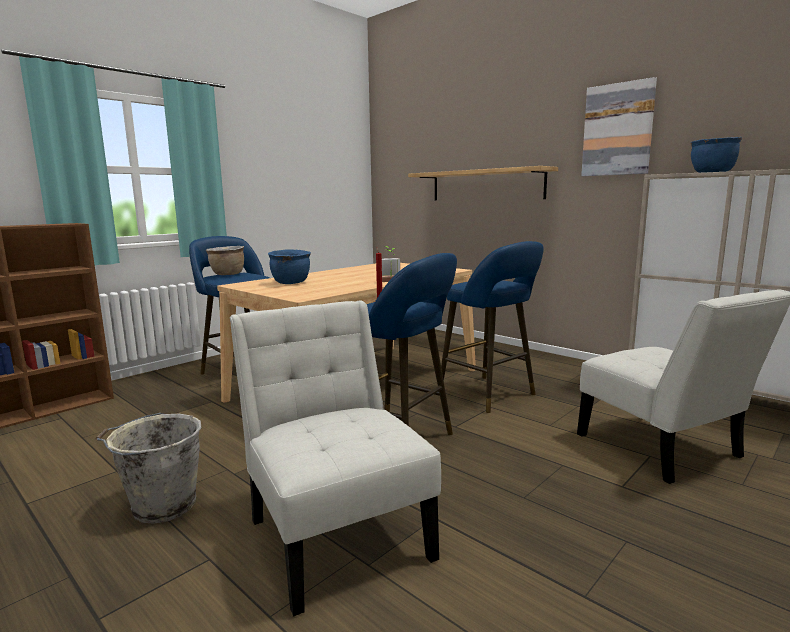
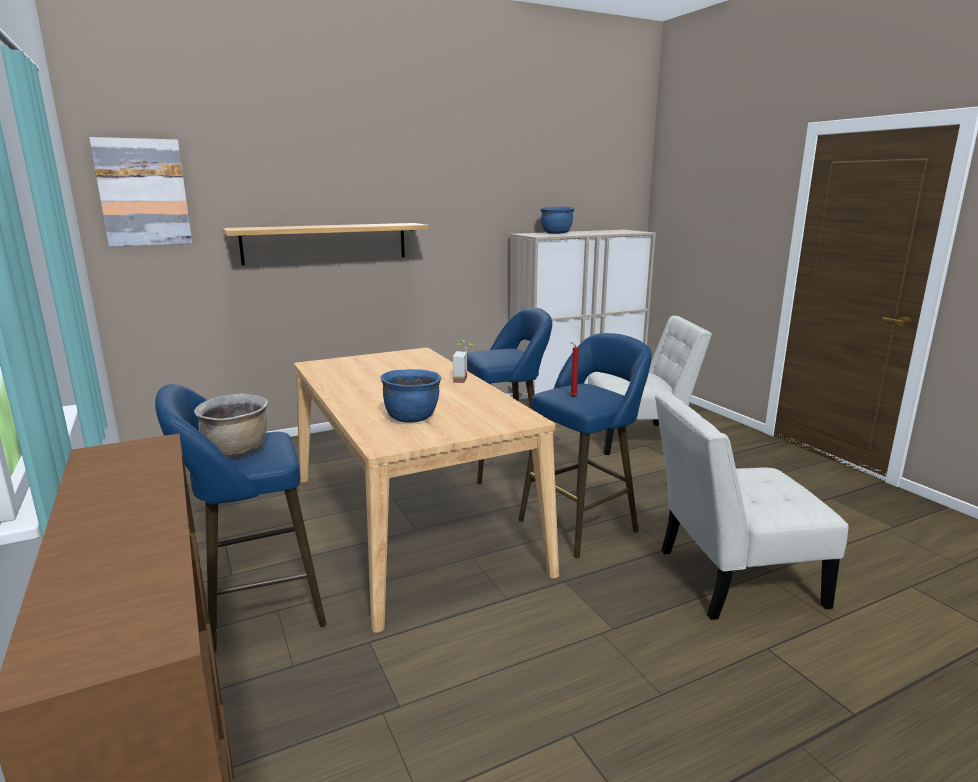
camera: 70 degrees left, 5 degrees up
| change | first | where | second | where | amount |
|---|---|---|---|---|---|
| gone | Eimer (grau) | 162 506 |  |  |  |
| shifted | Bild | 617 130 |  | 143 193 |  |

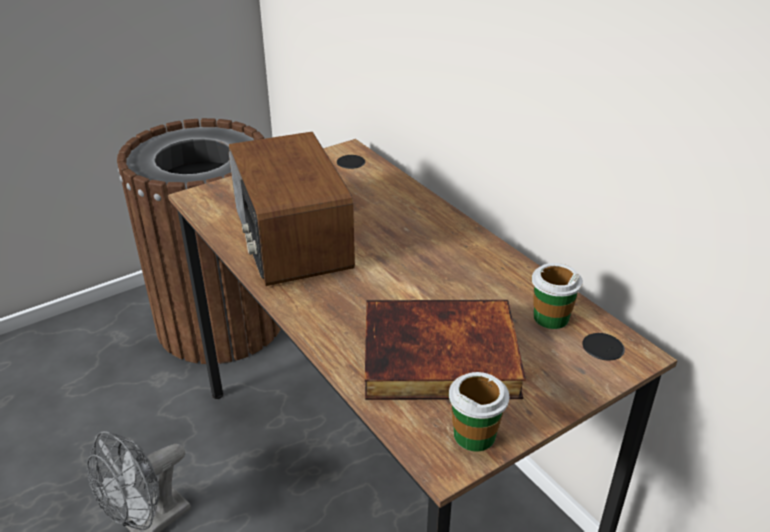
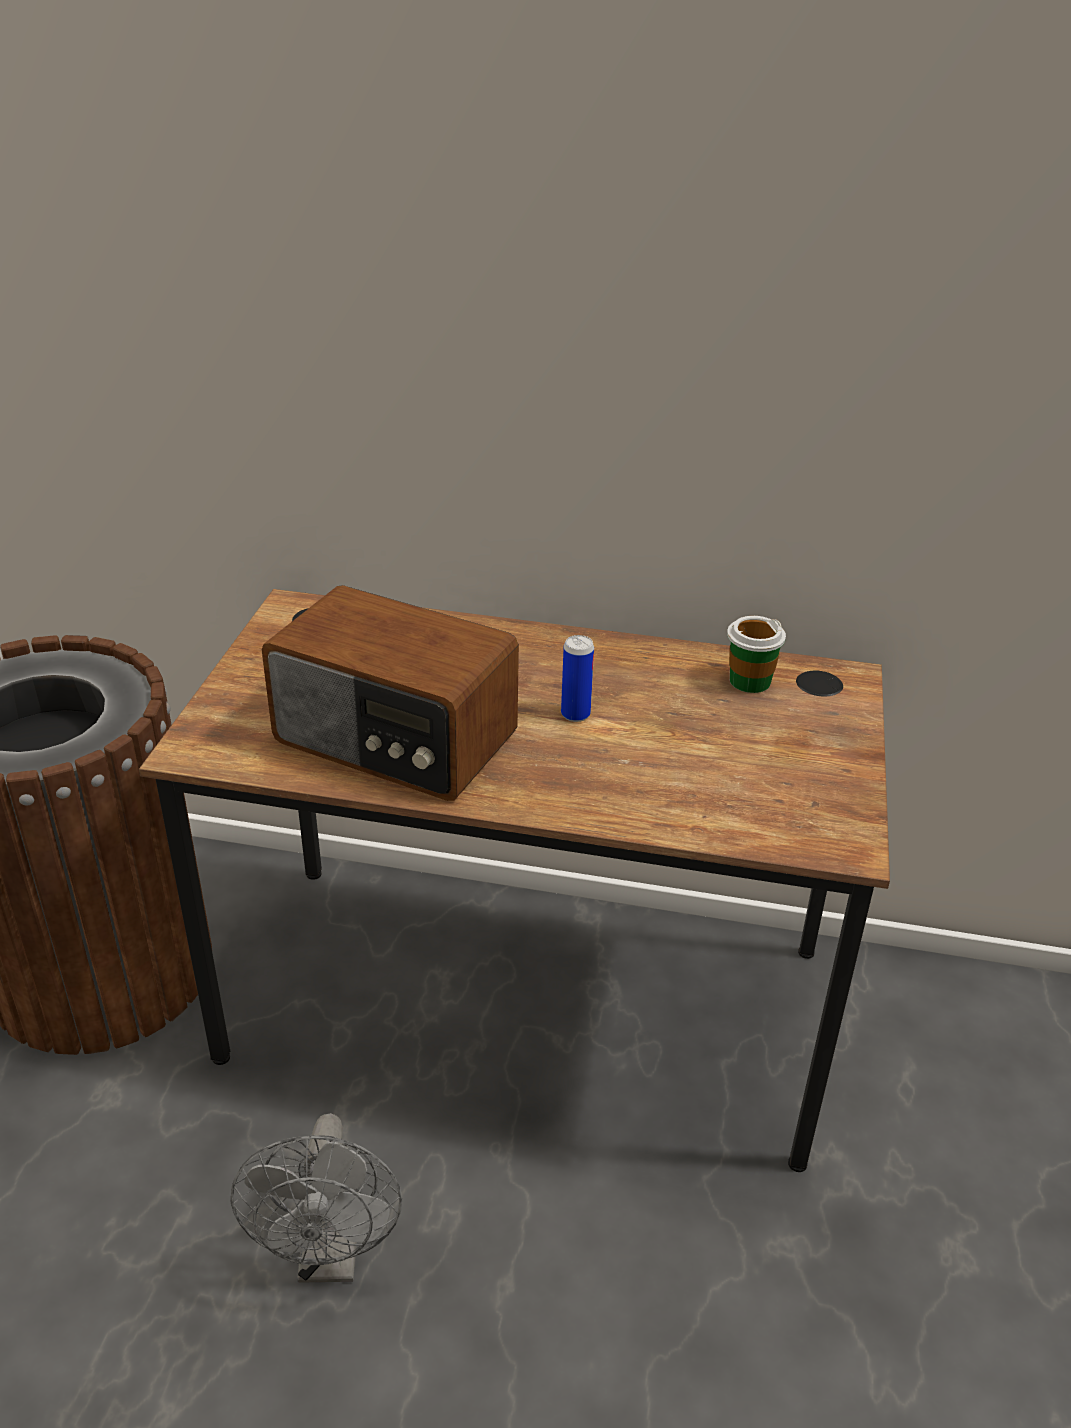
camera: 45 degrees left, 0 degrees up
| change | first | where | second | where | amount |
|---|---|---|---|---|---|
| gone | Buch | 439 358 |  |  |  |
| gone | Tasse | 474 435 |  |  |  |
| new |  |  | Dose | 575 714 |  |

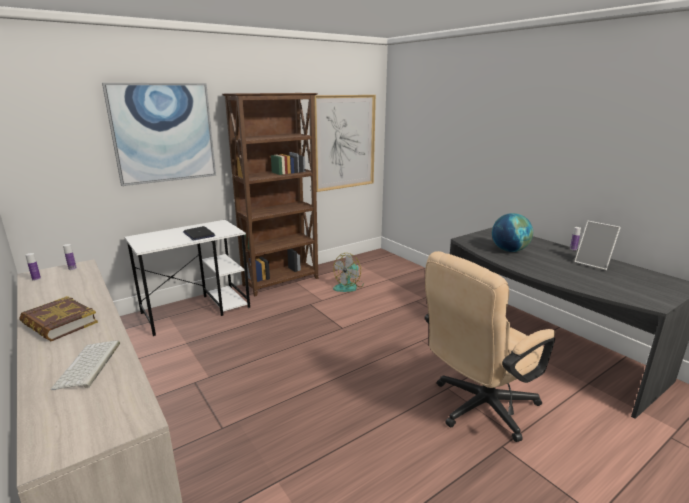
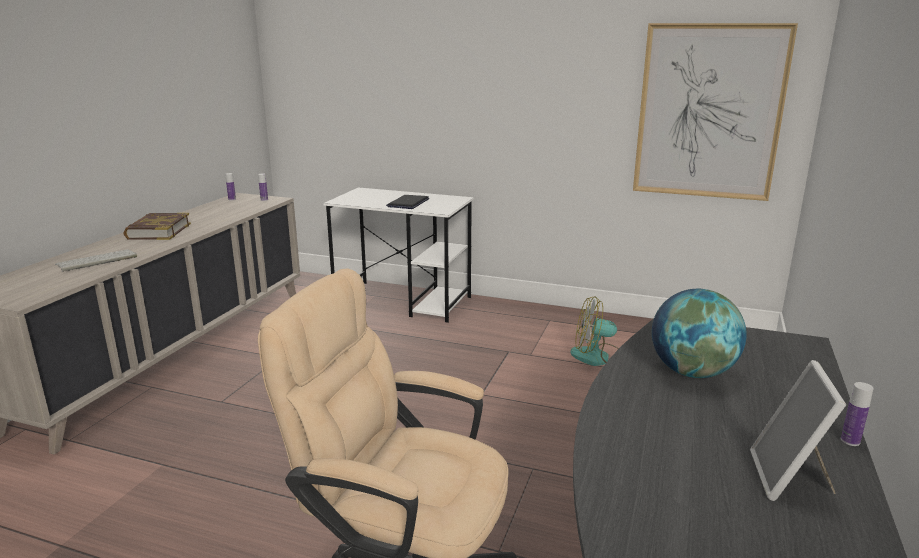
camera: 55 degrees right, 0 degrees up
| change | first | where | second | where | amount |
|---|---|---|---|---|---|
| gone | Bild | 163 133 |  |  |  |
| gone | Bücherregal (braun) | 282 282 |  |  |  |

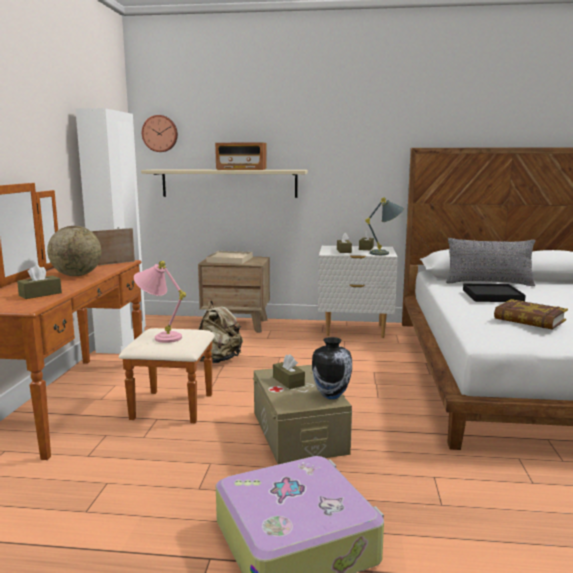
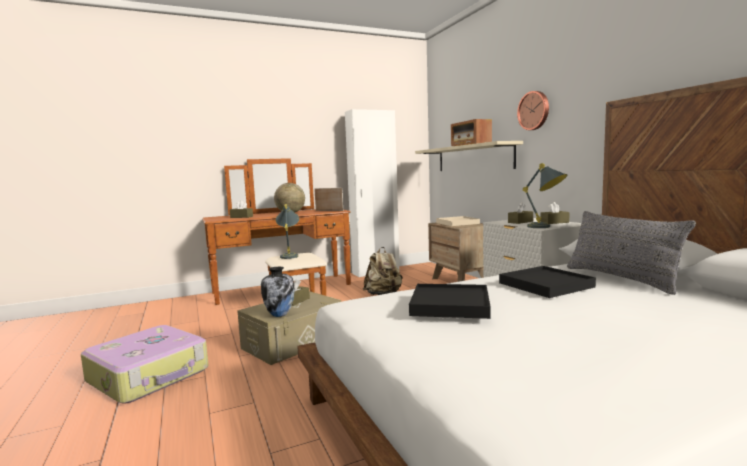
camera: 60 degrees right, 5 degrees down
| change | first | where | second | where | amount |
|---|---|---|---|---|---|
| repainted | Tischlampe (rosa) | 160 337 | Tischlampe (grau) | 289 255 |  |
| shifted | Wanduhr | 160 133 |  | 534 110 |  |
| swapped | Buch | 529 320 | Tablett (schwarz) | 450 305 |  |

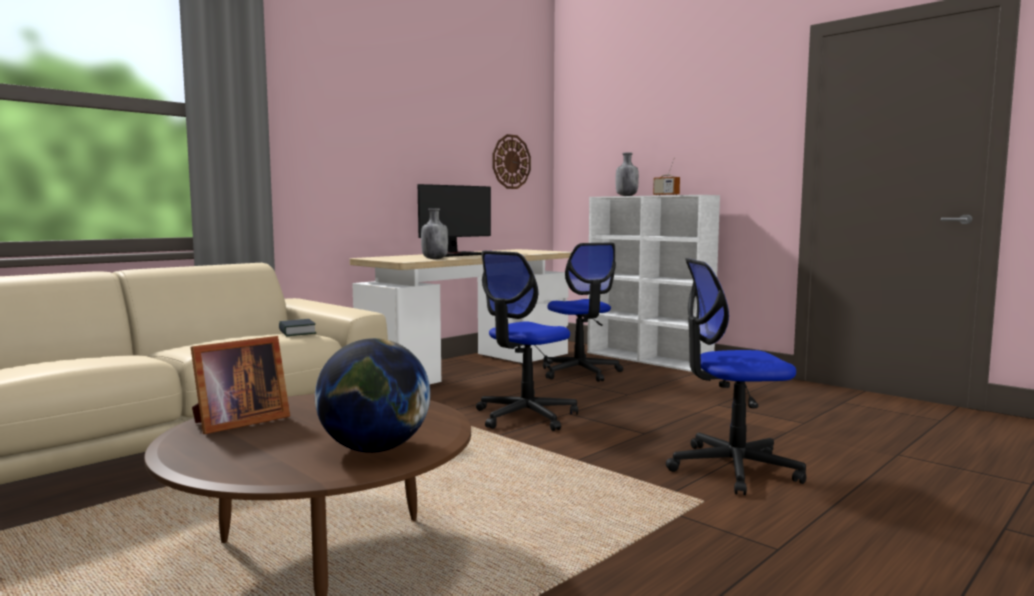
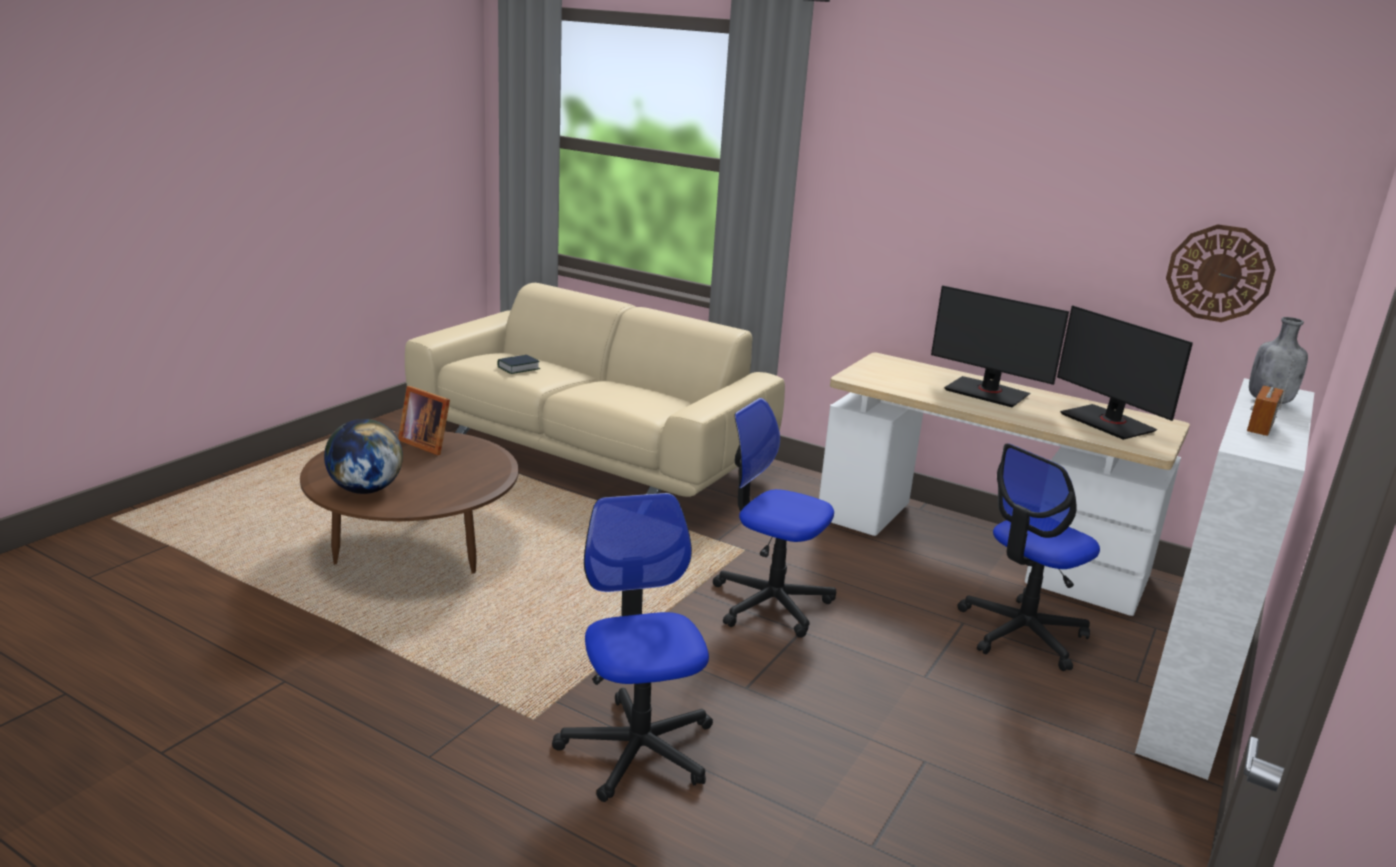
camera: 75 degrees right, 15 degrees up
| change | first | where | second | where | amount |
|---|---|---|---|---|---|
| shifted | Buch | 297 332 |  | 518 368 |  |
| gone | Flasche (grau) | 434 259 |  |  |  |
| new |  |  | Monitor | 1108 422 |  |

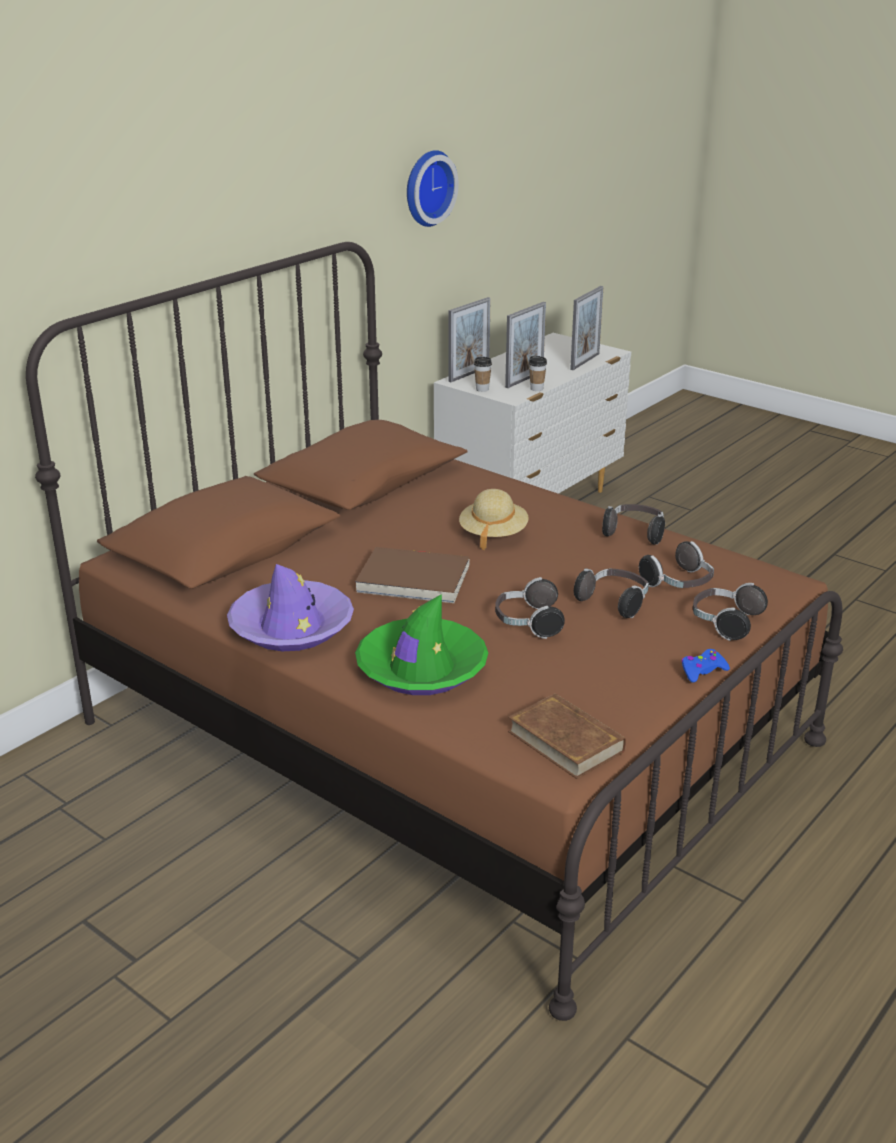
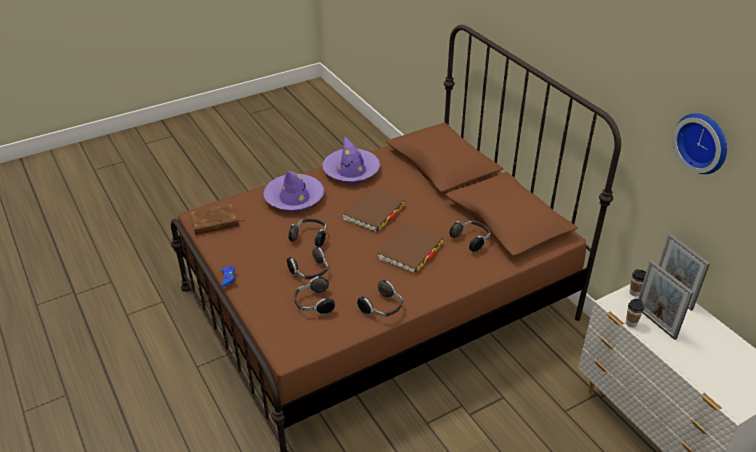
camera: 110 degrees right, 10 degrees up
| change | first | where | second | where | amount |
|---|---|---|---|---|---|
| repainted | Hut (grün) | 421 668 | Hut (lila) | 294 198 |  |
| swapped | Hut (beige) | 493 534 | Buch (braun) | 410 251 |  |
| gone | Bilderrahmen | 585 361 |  |  |  |
| shifted | Kopfhörer | 724 623 |  | 471 240 |  |

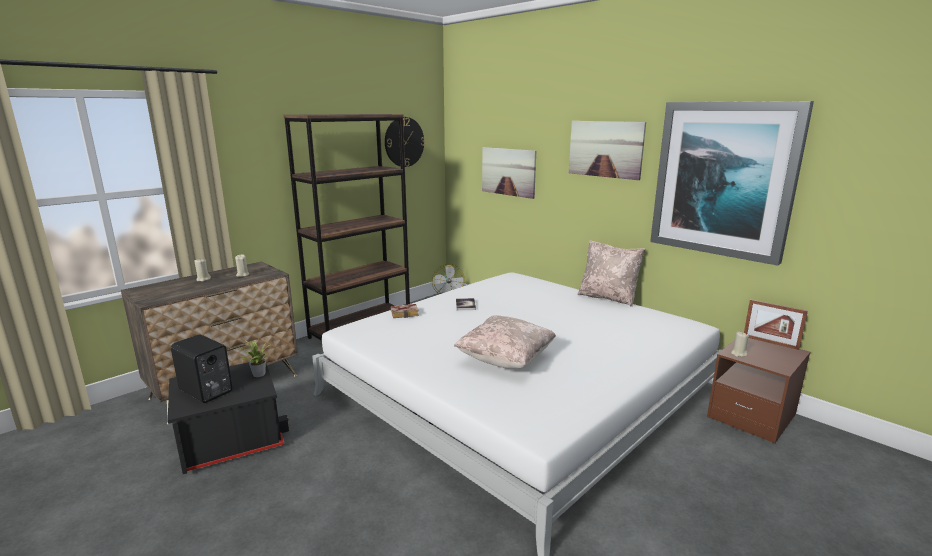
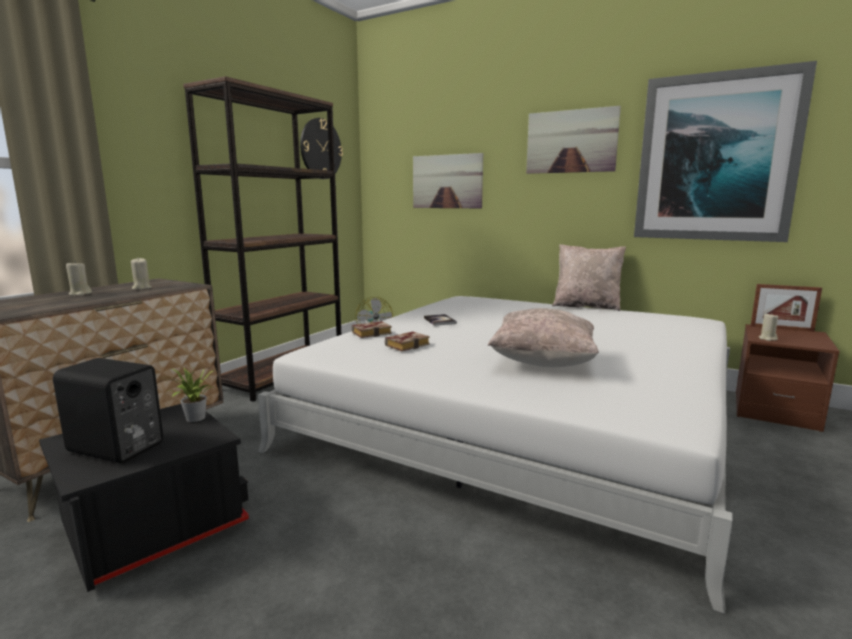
camera: 15 degrees left, 5 degrees down
| change | first | where | second | where | amount |
|---|---|---|---|---|---|
| new |  |  | Buch | 407 345 |  |

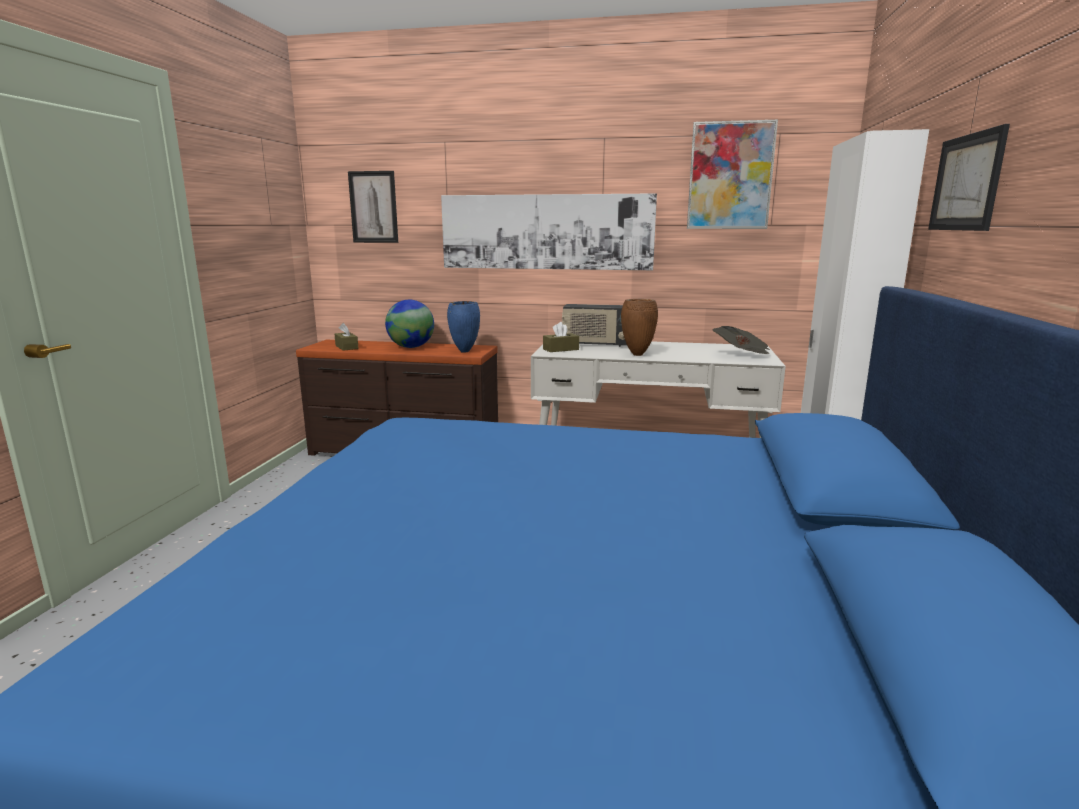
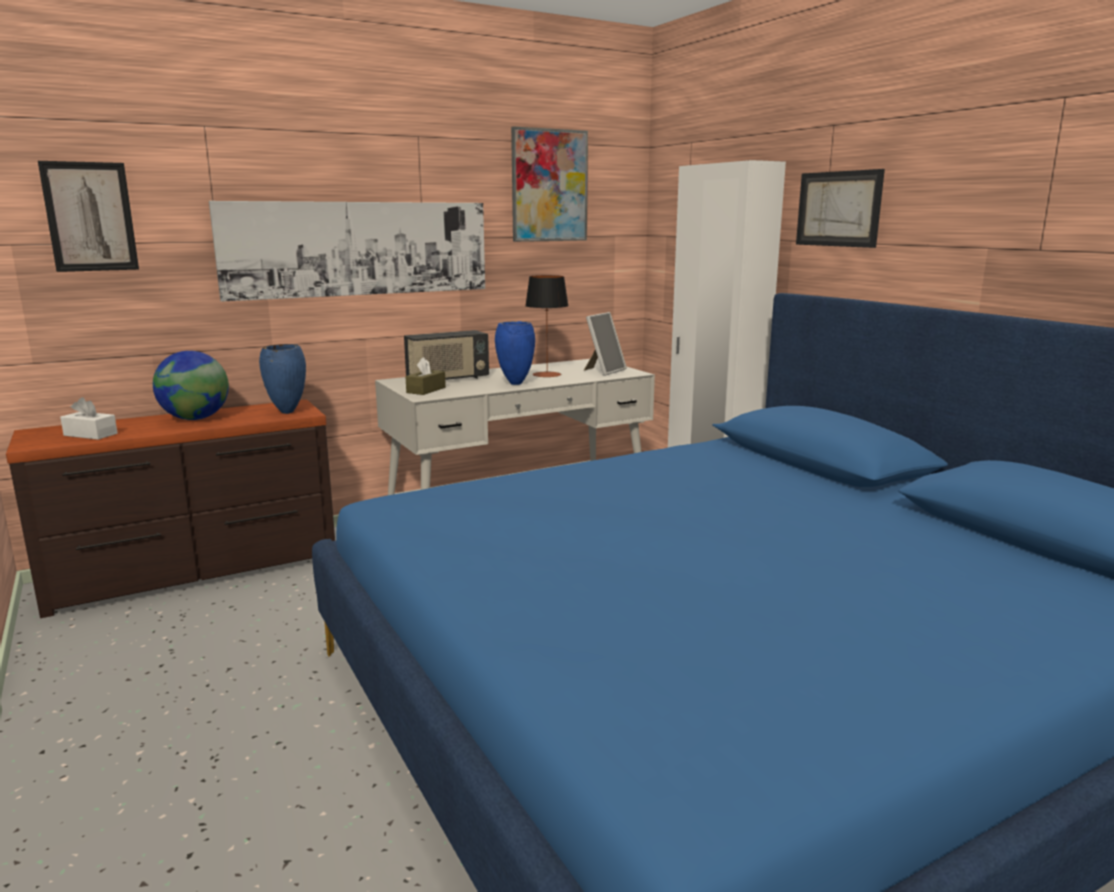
camera: 40 degrees left, 0 degrees up
| change | first | where | second | where | amount |
|---|---|---|---|---|---|
| repainted | Taschentuchbox (braun) | 346 347 | Taschentuchbox (weiß) | 90 434 |  |
| repainted | Vase (braun) | 637 355 | Vase (blau) | 515 383 |  |
| swapped | Zeitung | 742 356 | Bilderrahmen | 604 371 |  |
| new |  |  | Tischlampe | 547 374 |  |

